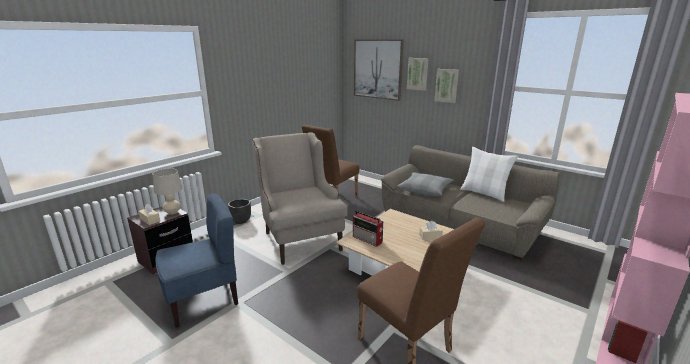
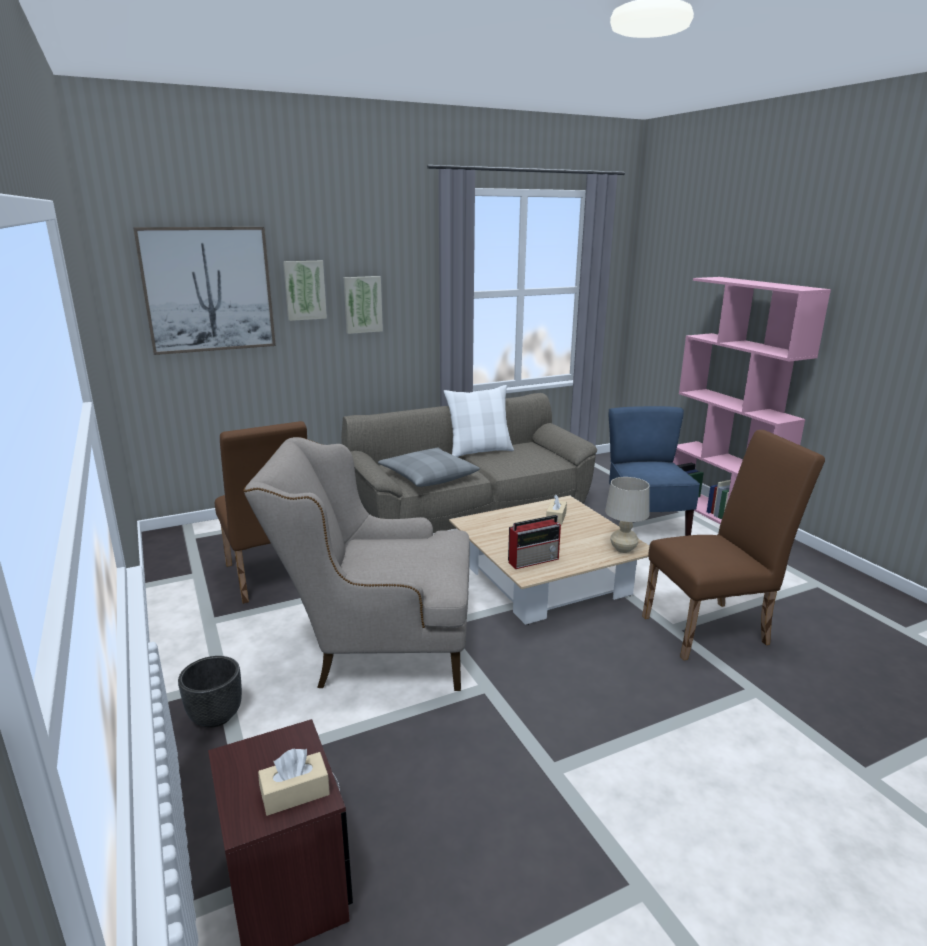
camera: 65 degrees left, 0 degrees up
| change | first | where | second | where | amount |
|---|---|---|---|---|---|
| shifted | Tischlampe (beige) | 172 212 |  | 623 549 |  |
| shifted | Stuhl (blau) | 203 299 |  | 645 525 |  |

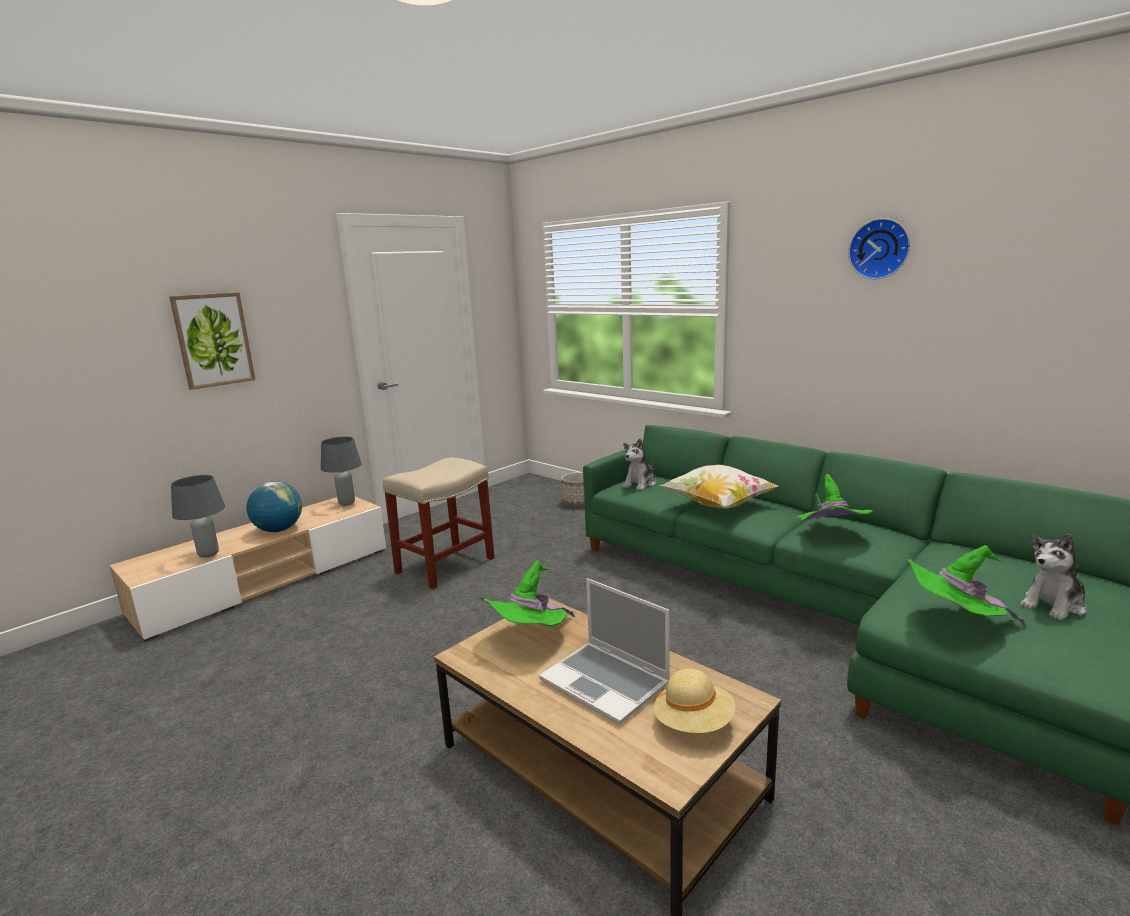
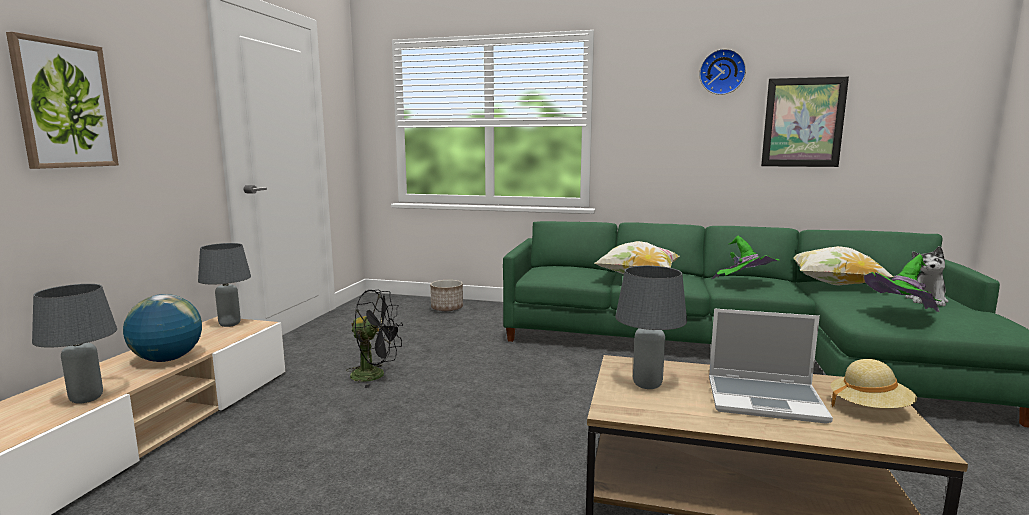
camera: 30 degrees left, 5 degrees down
| change | first | where | second | where | amount |
|---|---|---|---|---|---|
| swapped | Hocker (beige) | 446 565 | Ventilator (schwarz) | 375 375 |  |
| swapped | Hut (grün) | 529 638 | Tischlampe (grau) | 648 385 |  |
| gone | Plüschtier | 640 484 |  |  |  |
| new |  |  | Bild | 803 122 |  |
| new |  |  | Kissen | 835 284 |  |

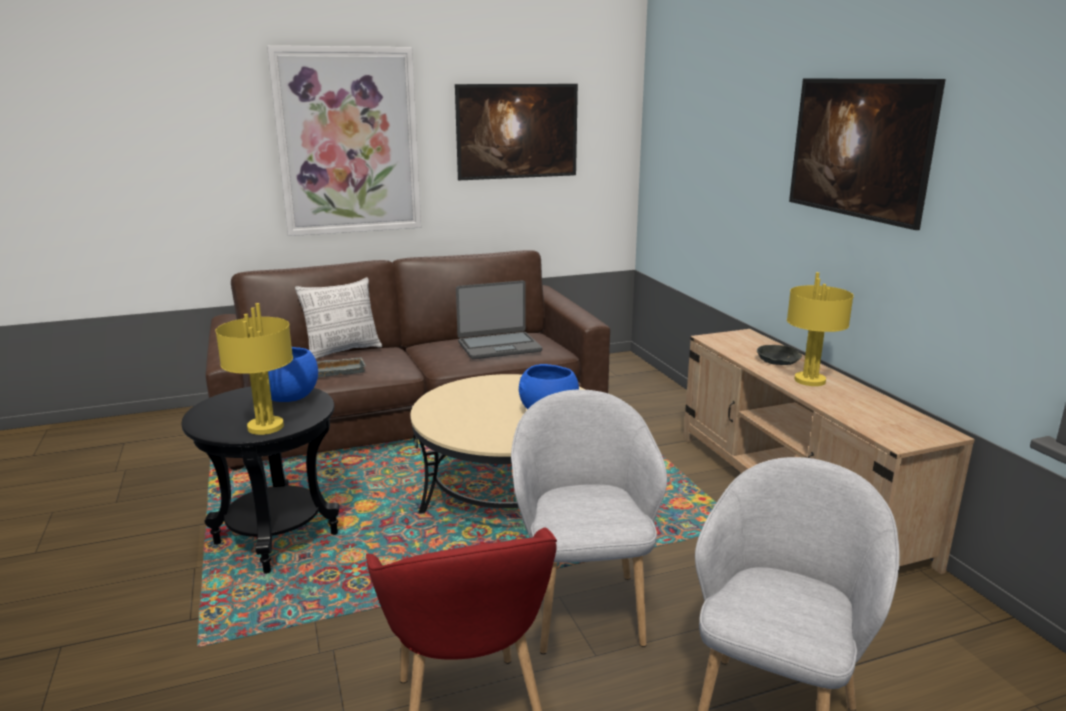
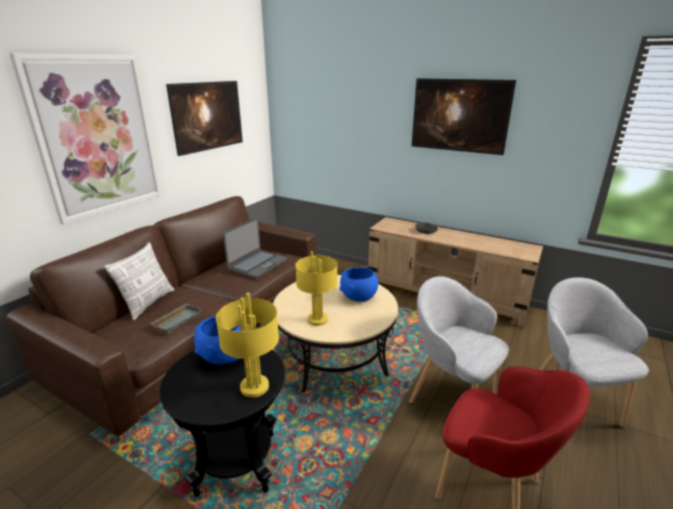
camera: 40 degrees left, 5 degrees up
| change | first | where | second | where | amount |
|---|---|---|---|---|---|
| shifted | Tischlampe (gelb) | 810 380 |  | 318 319 |  |

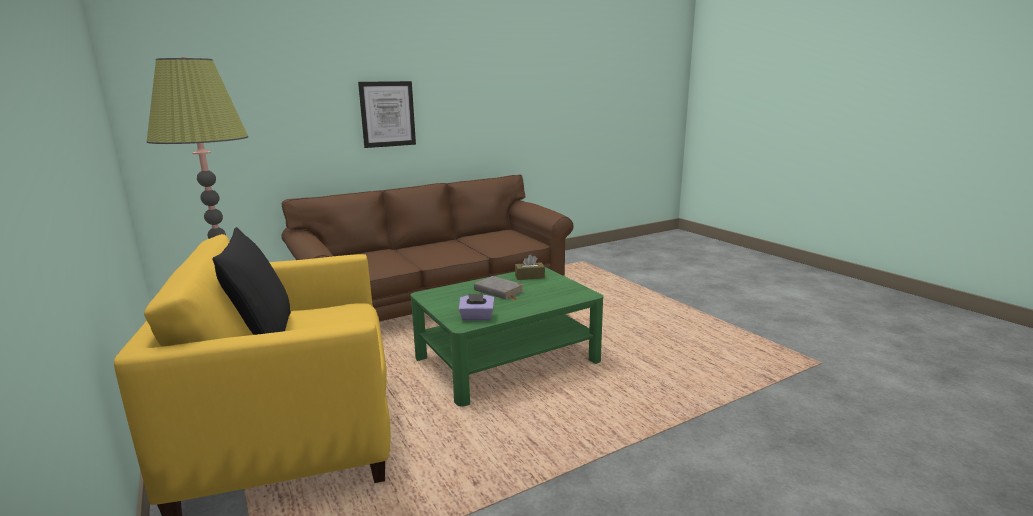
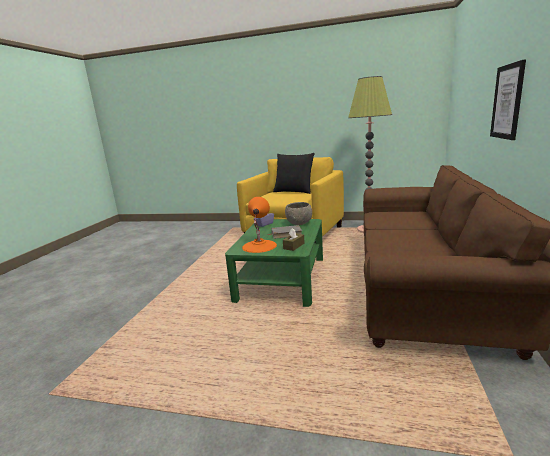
camera: 135 degrees right, 0 degrees up
| change | first | where | second | where | amount |
|---|---|---|---|---|---|
| new |  |  | Tischlampe (orange) | 259 246 |  |
| new |  |  | Schüssel (grau) | 298 224 |  |

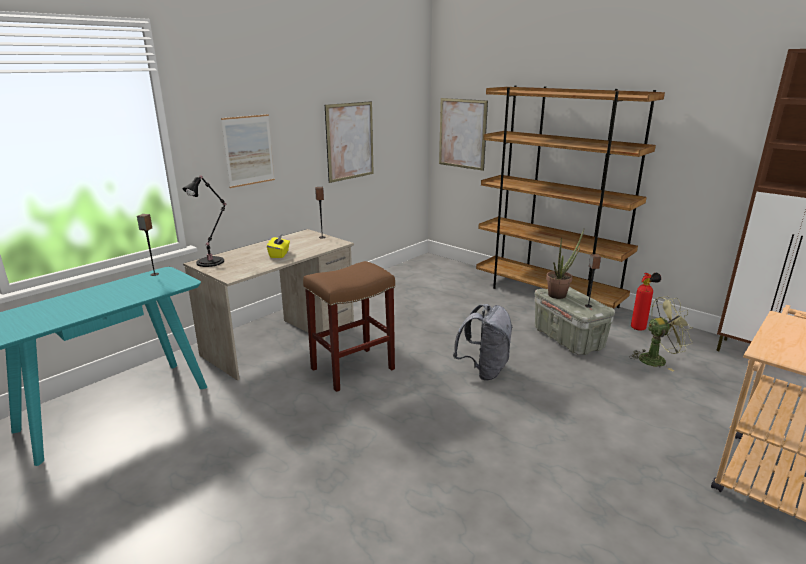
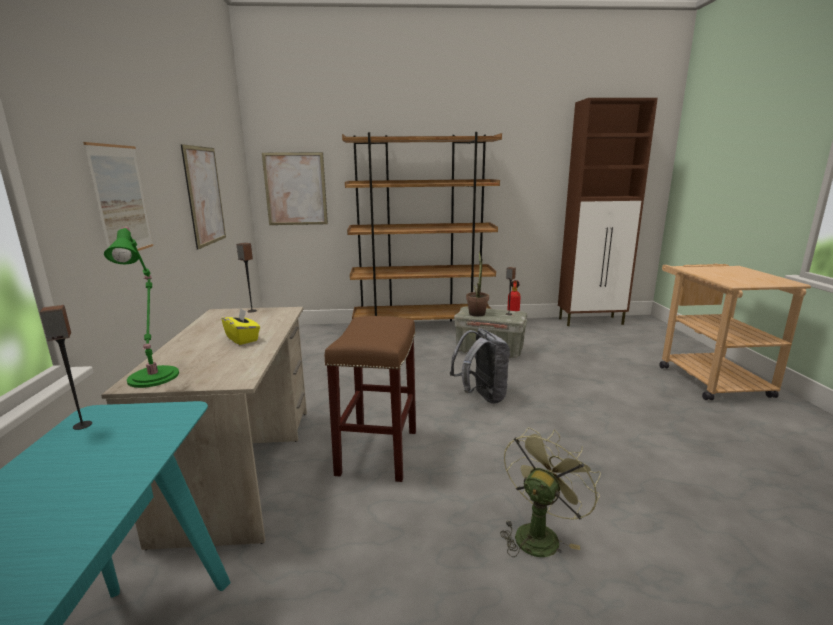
camera: 45 degrees left, 5 degrees down
| change | first | where | second | where | amount |
|---|---|---|---|---|---|
| repainted | Tischlampe (schwarz) | 212 261 | Tischlampe (grün) | 155 375 |  |
| shifted | Ventilator (grün) | 657 359 |  | 539 533 |  |

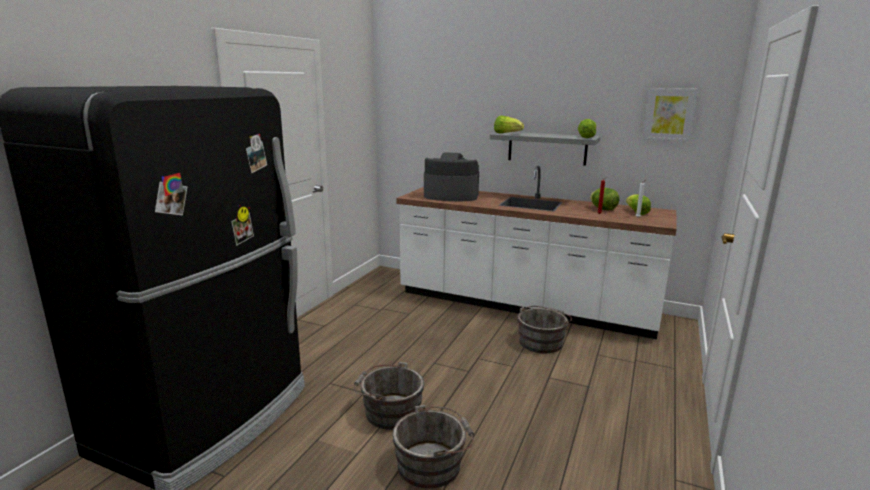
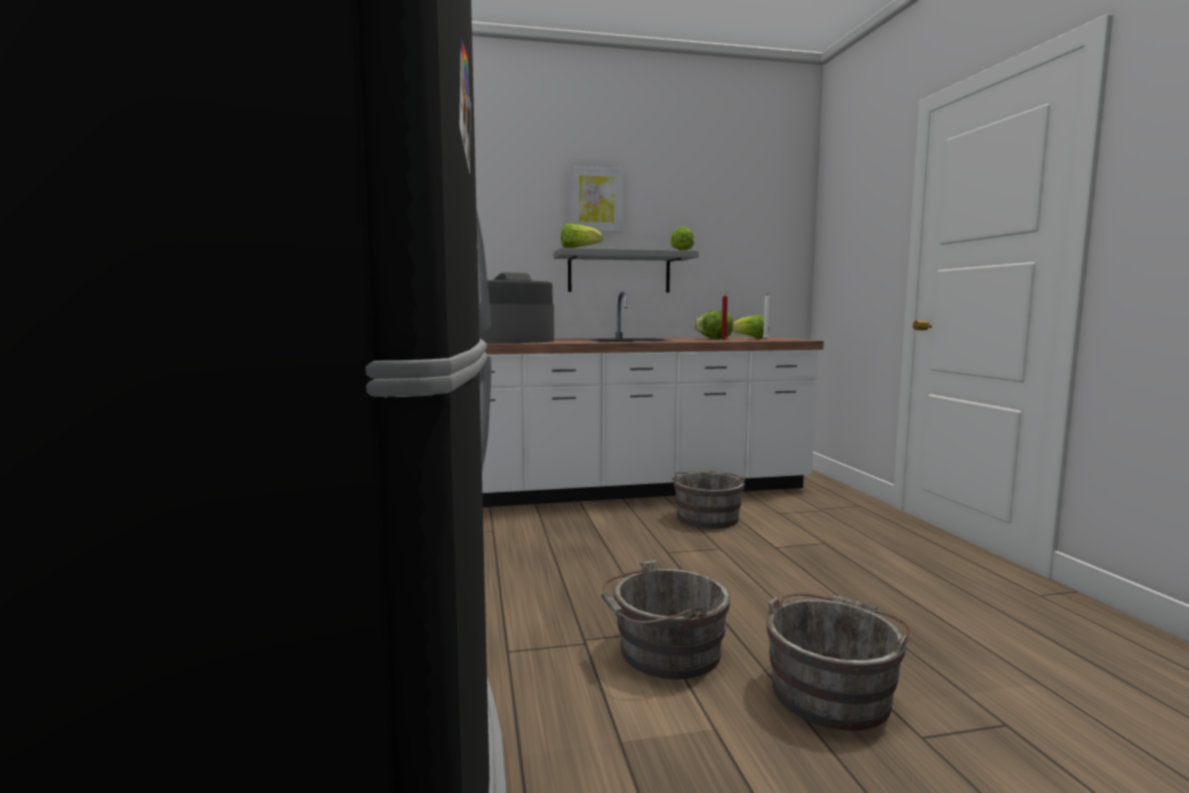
camera: 35 degrees left, 10 degrees down
| change | first | where | second | where | amount |
|---|---|---|---|---|---|
| shifted | Bild | 669 114 |  | 595 200 |  |

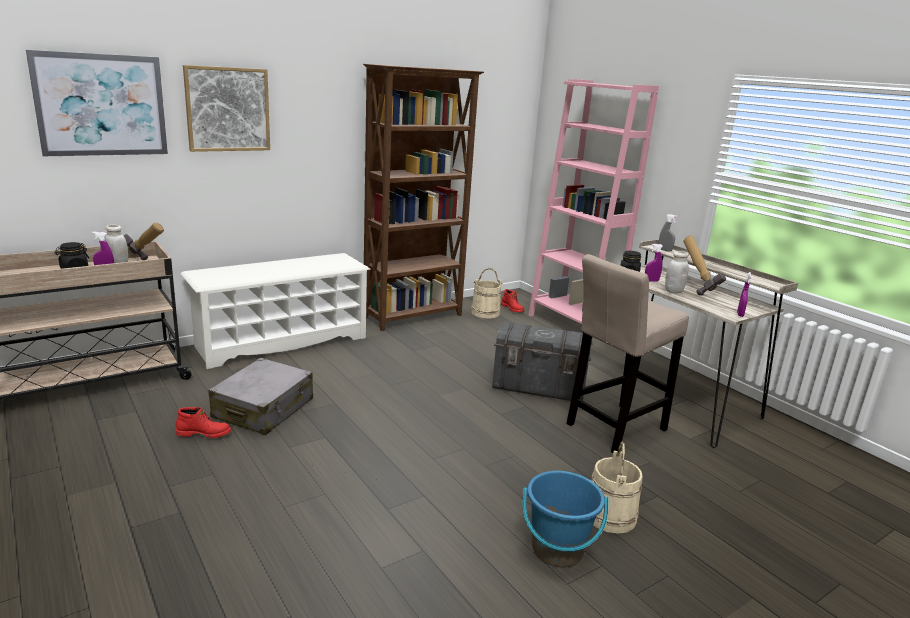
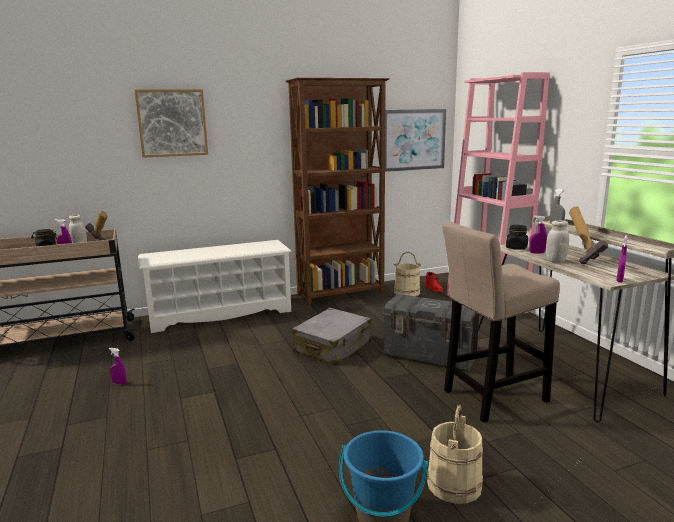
camera: 15 degrees right, 5 degrees down
| change | first | where | second | where | amount |
|---|---|---|---|---|---|
| shifted | Bild | 101 105 |  | 413 140 |  |
| swapped | Stiefel (rot) | 204 433 | Sprühflasche (lila) | 119 383 |  |
| shifted | Koffer (grau) | 264 409 |  | 333 347 |  |

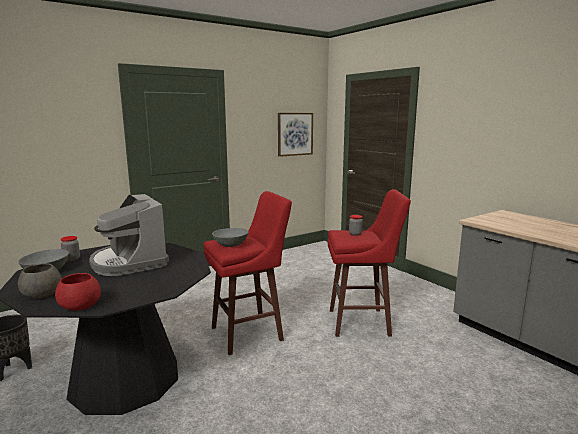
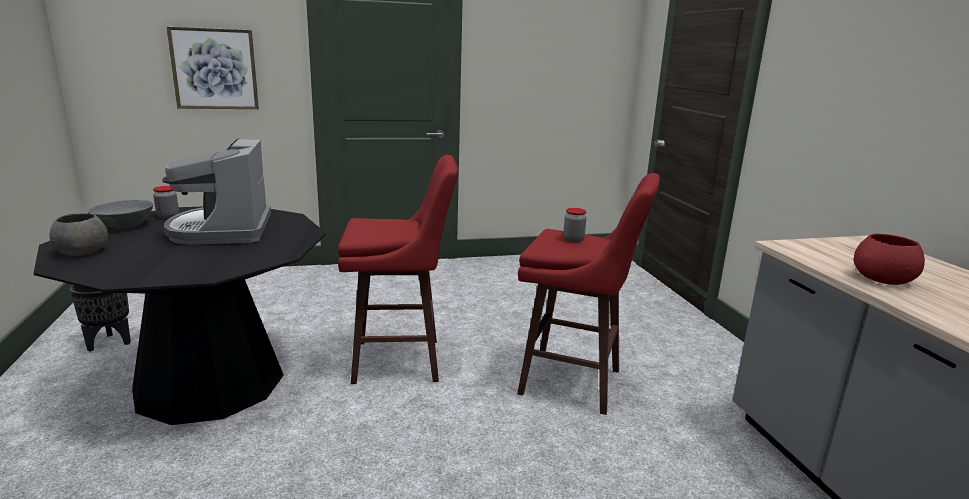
camera: 20 degrees right, 5 degrees up
| change | first | where | second | where | amount |
|---|---|---|---|---|---|
| shifted | Schüssel (rot) | 81 306 |  | 884 279 |  |
| gone | Schüssel (grau) | 231 245 |  |  |  |
| shifted | Bild | 295 134 |  | 214 69 |  |

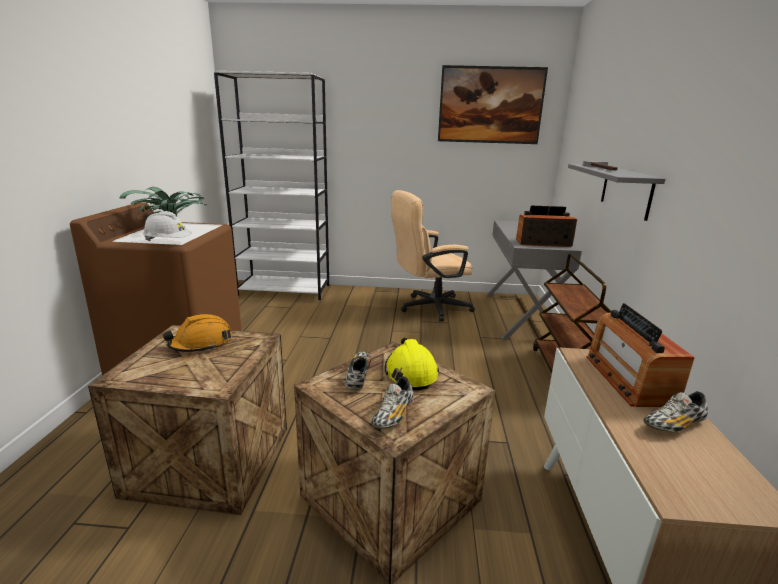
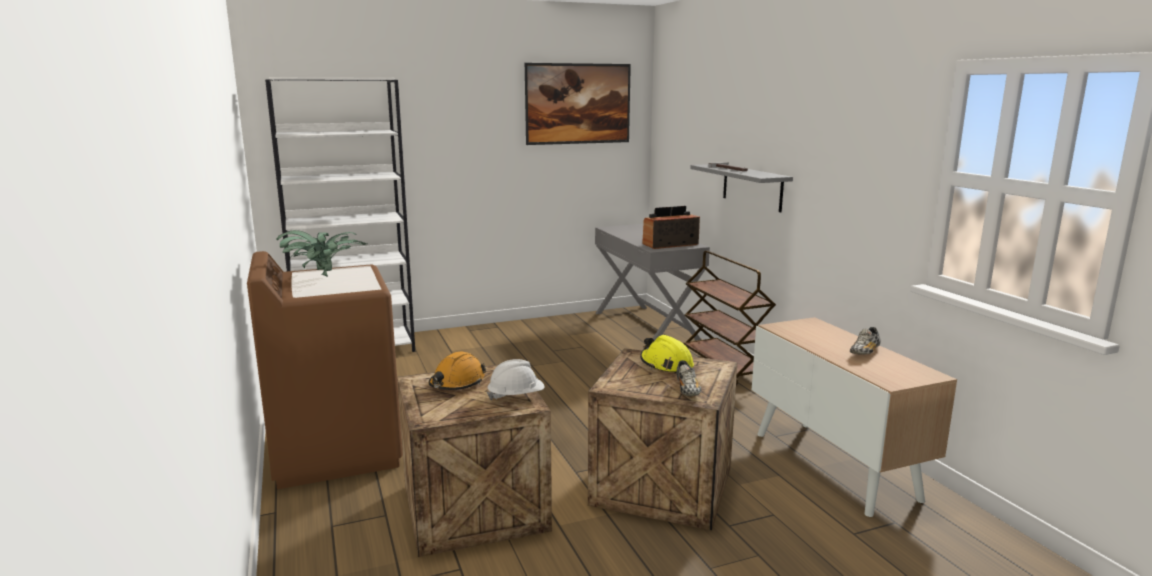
camera: 25 degrees left, 5 degrees down
| change | first | where | second | where | amount |
|---|---|---|---|---|---|
| shifted | Schutzhelm (weiß) | 168 242 |  | 516 396 |  |
| gone | Schuh | 358 376 |  |  |  |
| gone | Bürostuhl (beige) | 428 308 |  |  |  |
| gone | Radio | 628 379 |  |  |  |

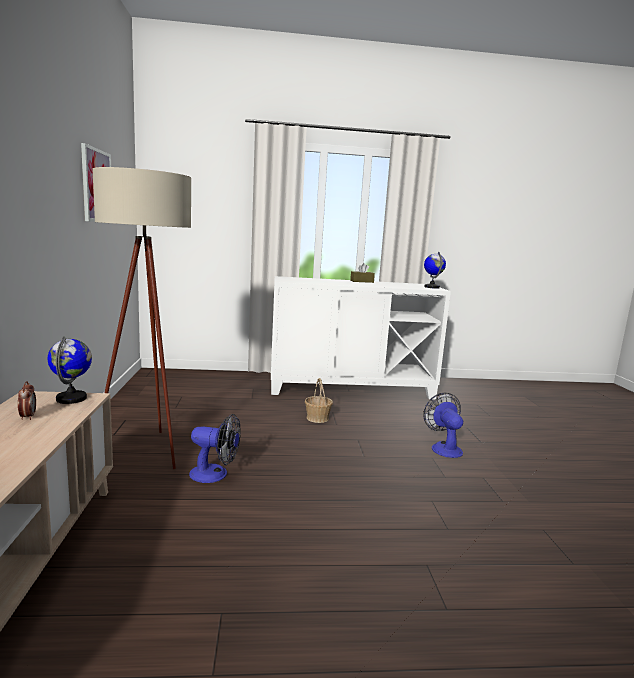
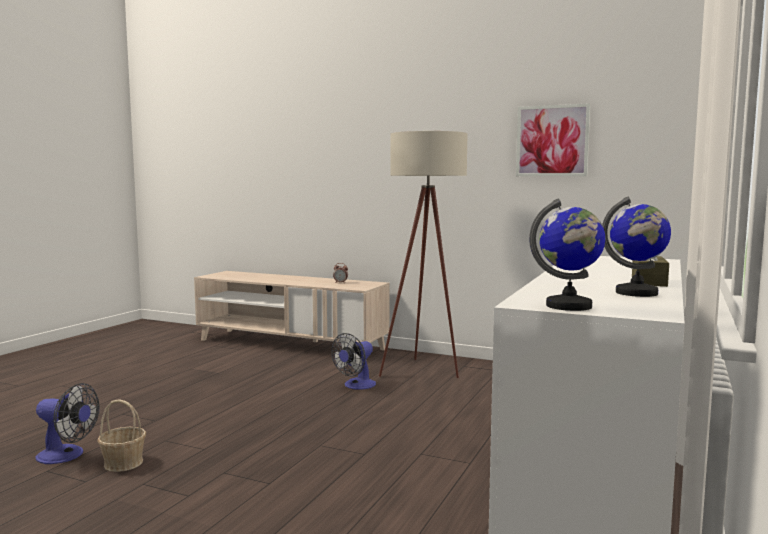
camera: 120 degrees right, 5 degrees down
| change | first | where | second | where | amount |
|---|---|---|---|---|---|
| shifted | Globus | 72 398 |  | 636 293 |  |
| shifted | Korb | 317 418 |  | 123 463 |  |
| shifted | Ventilator | 443 447 |  | 67 456 |  |

